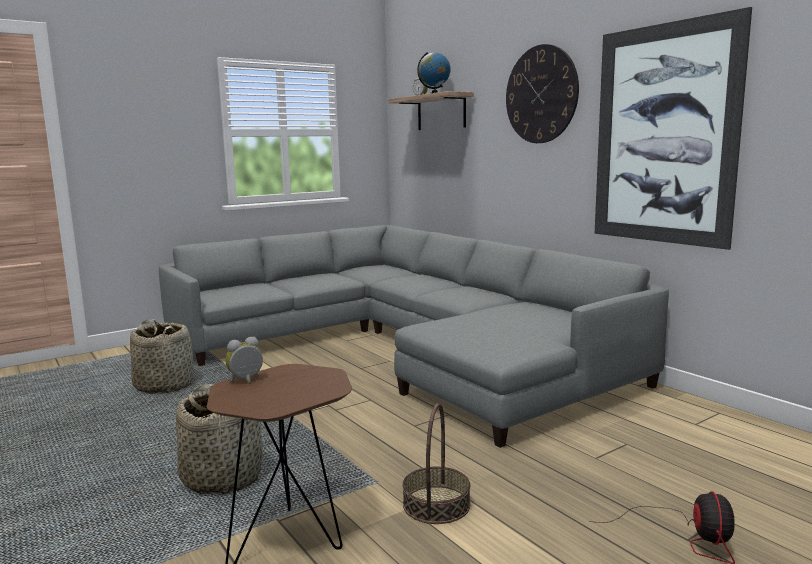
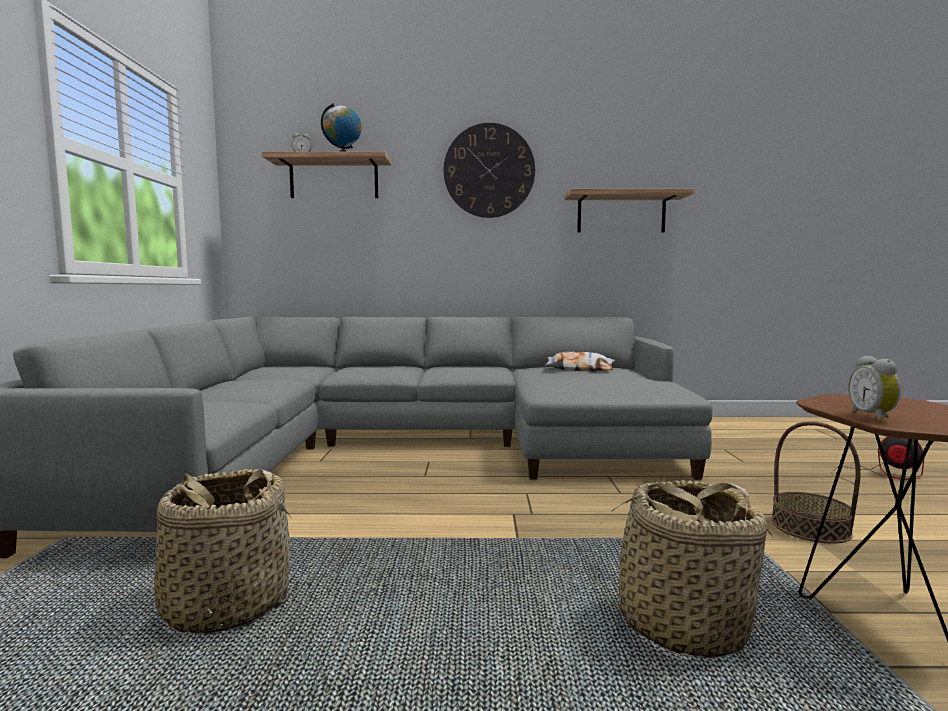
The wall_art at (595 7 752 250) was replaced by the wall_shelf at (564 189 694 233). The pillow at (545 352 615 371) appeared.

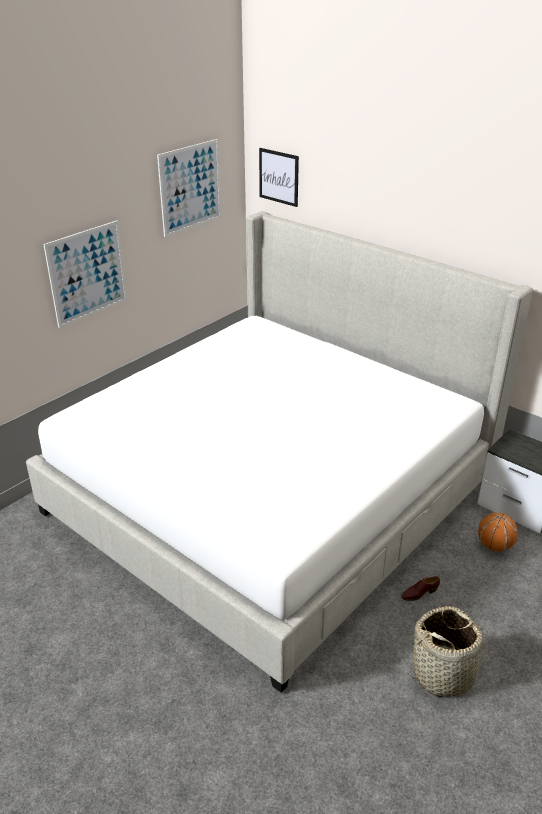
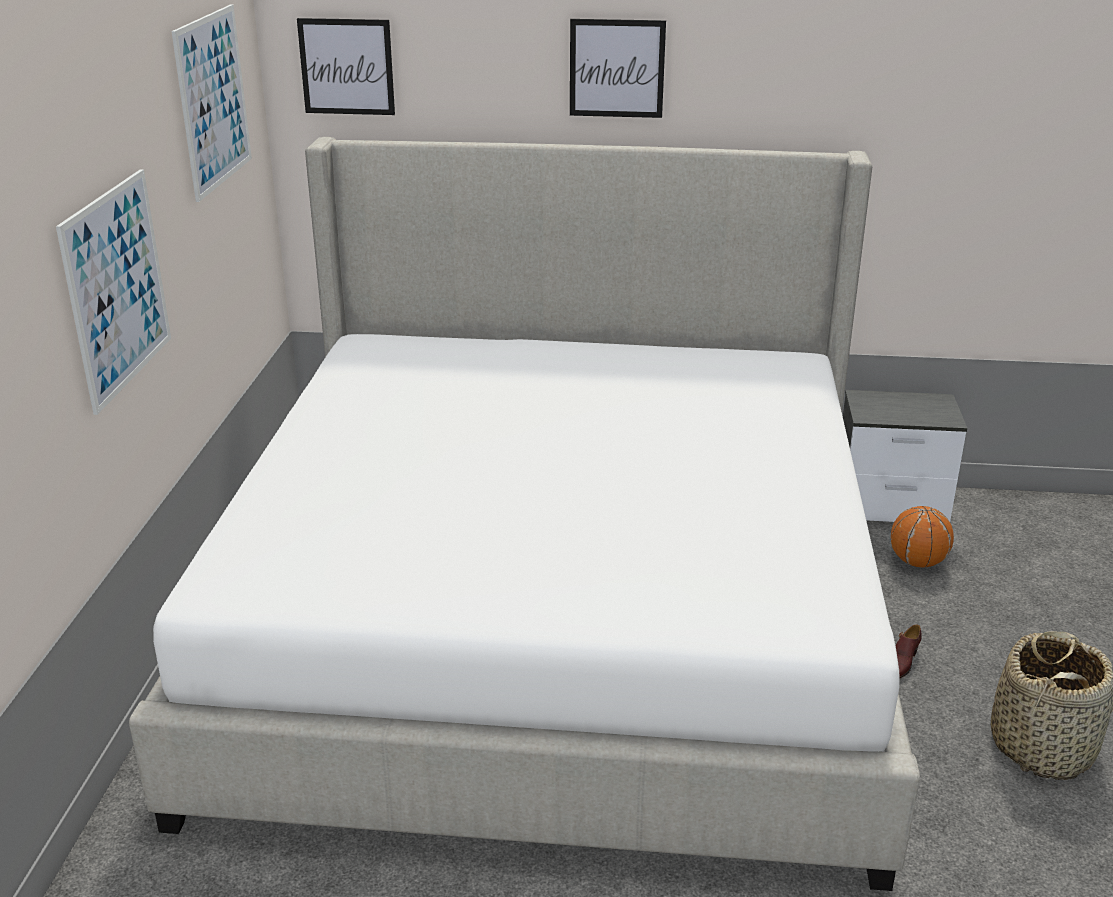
The wall_art at (570 19 666 118) appeared.

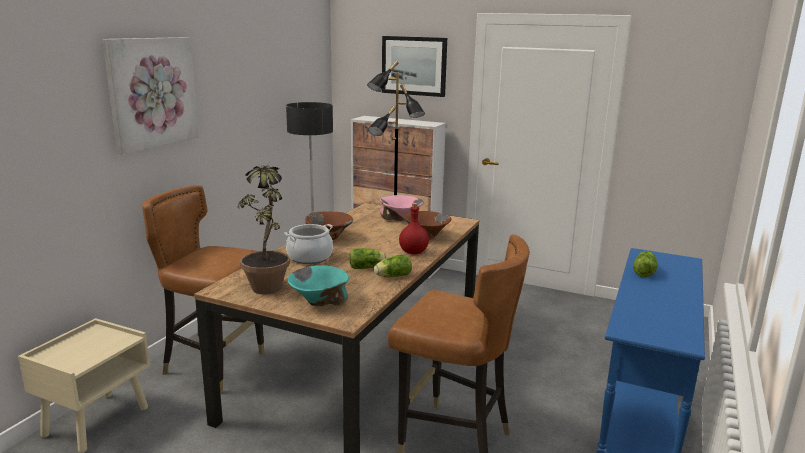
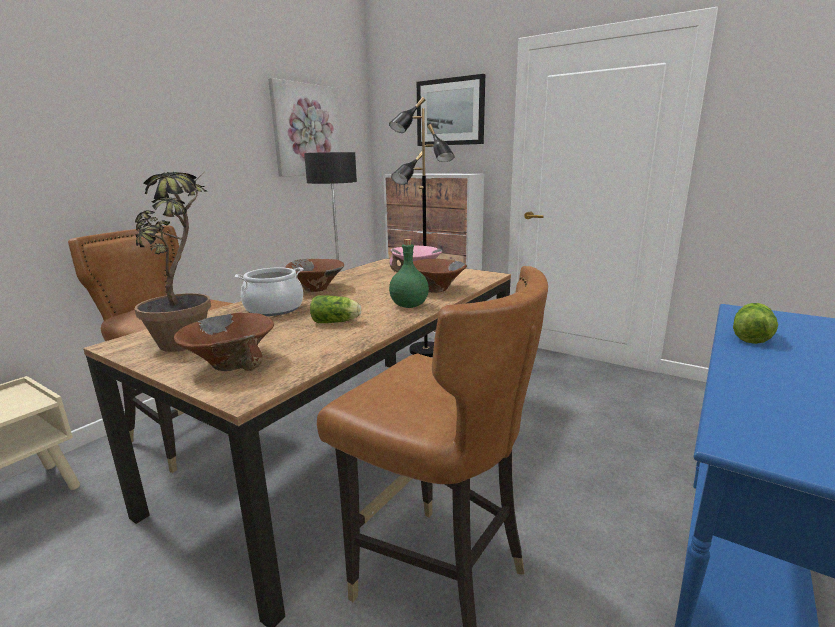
The wall_art moved from (103 37 199 154) to (268 78 341 177). The red-coloured_beverage_bottle at (399 203 429 255) became the green_beverage_bottle at (389 239 429 308). The lettuce at (374 255 412 277) disappeared. The turquoise_deep_dish at (288 265 349 306) became the brownish_deep_dish at (174 313 274 371).

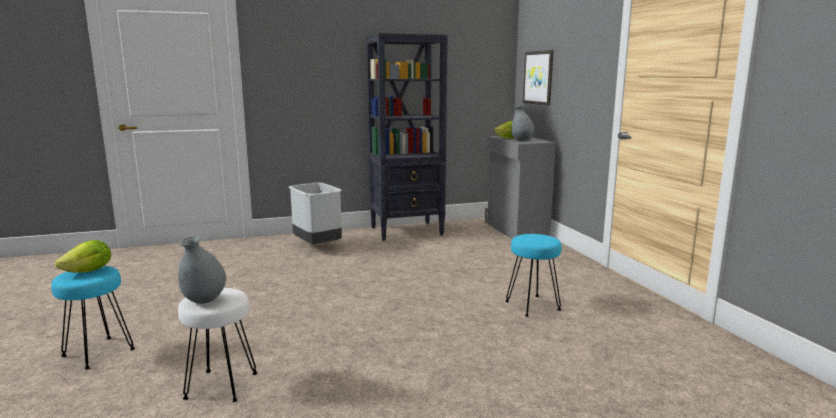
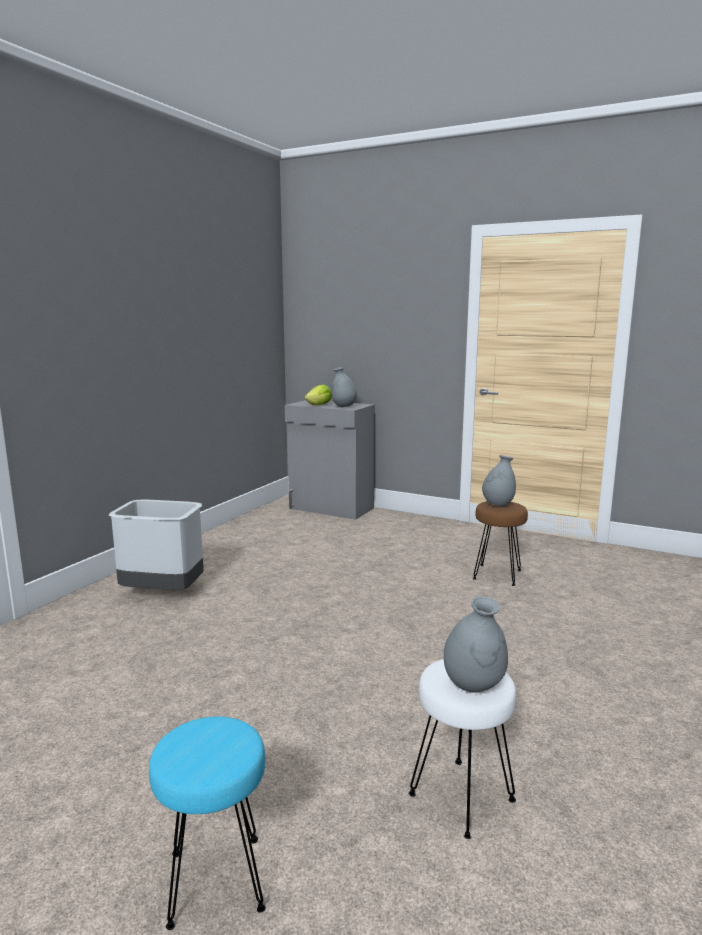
The black-coloured_bookcase at (366 33 448 241) disappeared. The wall_art at (523 50 554 106) disappeared. The turquoise_sitting_stool at (506 234 562 317) became the brownish_sitting_stool at (472 501 528 586). The lettuce at (55 240 111 273) disappeared. The gray_flower_vase at (482 455 516 506) appeared.

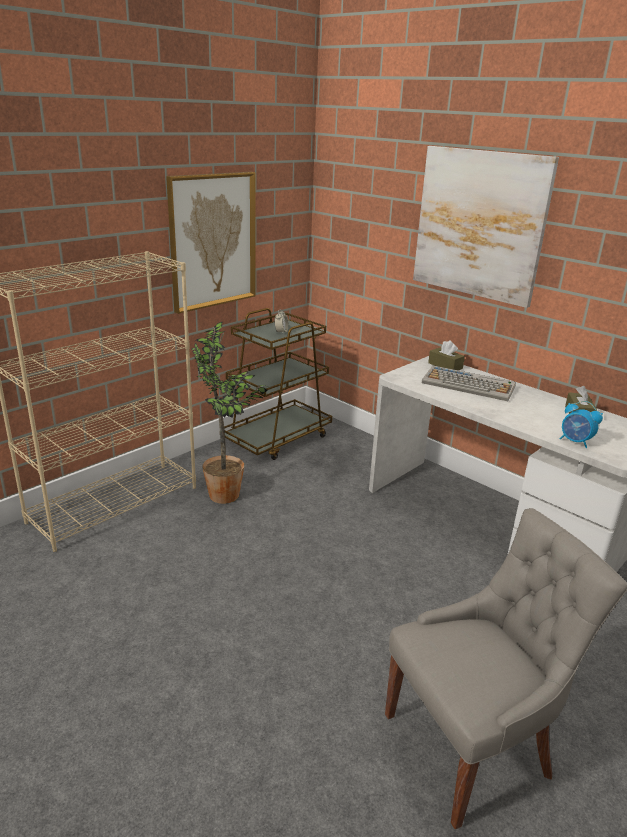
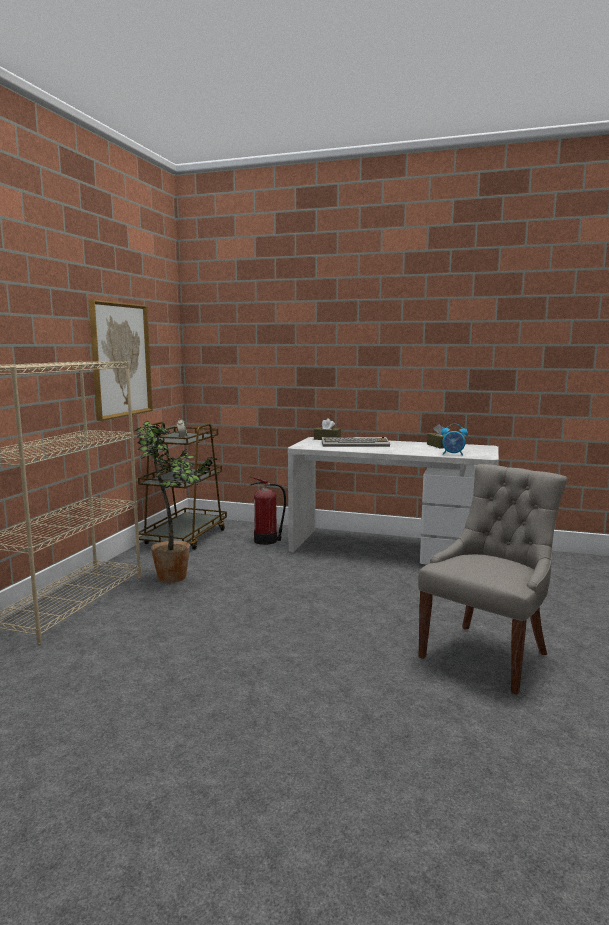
The wall_art at (413 146 559 308) disappeared. The fire-fighting_cylinder at (250 477 286 545) appeared.

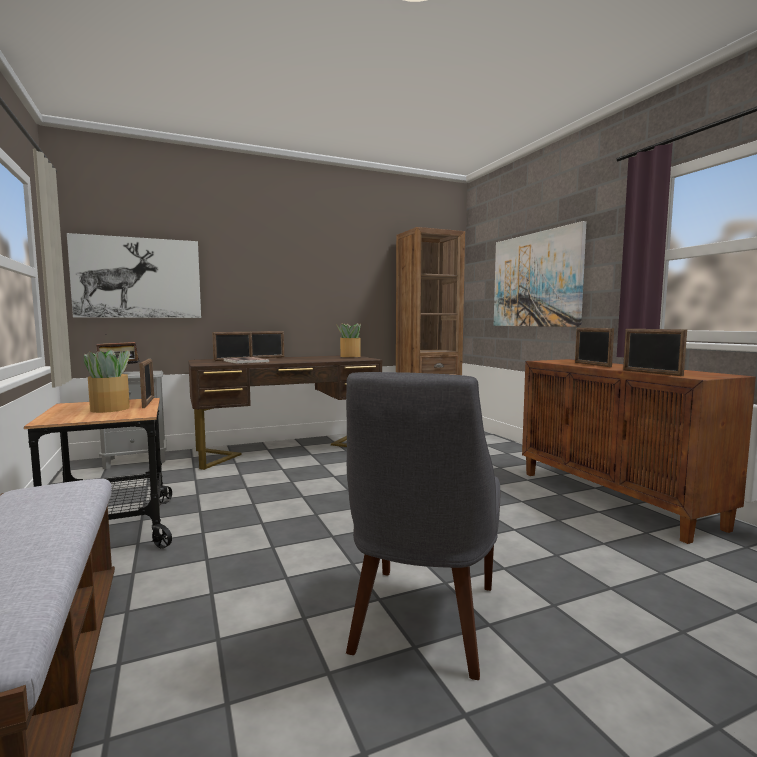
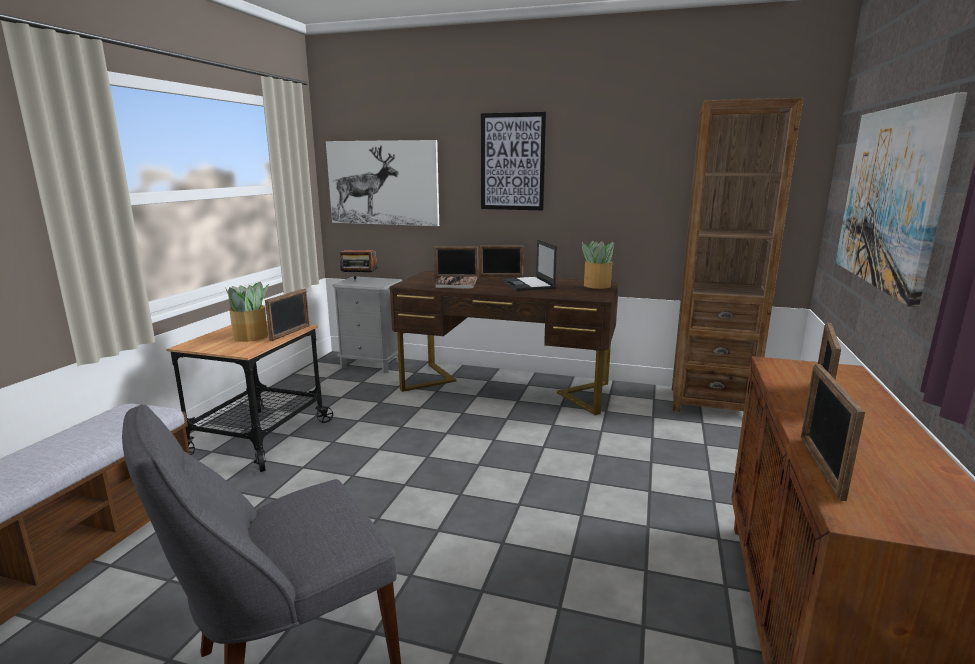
The wall_art at (481 112 546 210) appeared. The laptop at (501 239 557 291) appeared.

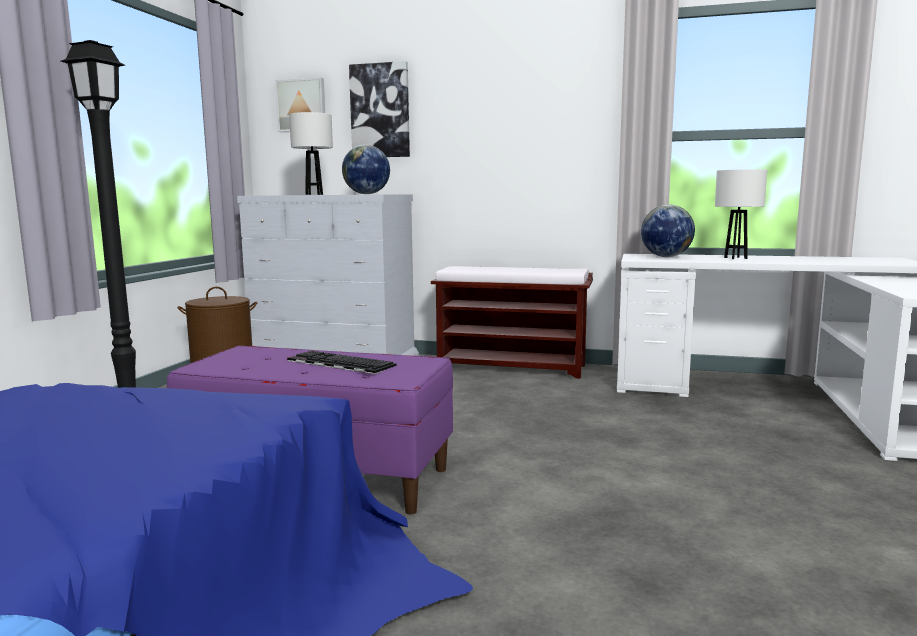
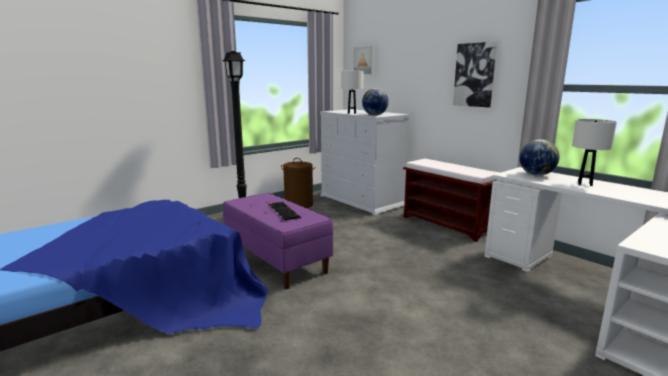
The wall_art moved from (349 61 410 157) to (453 42 497 107).

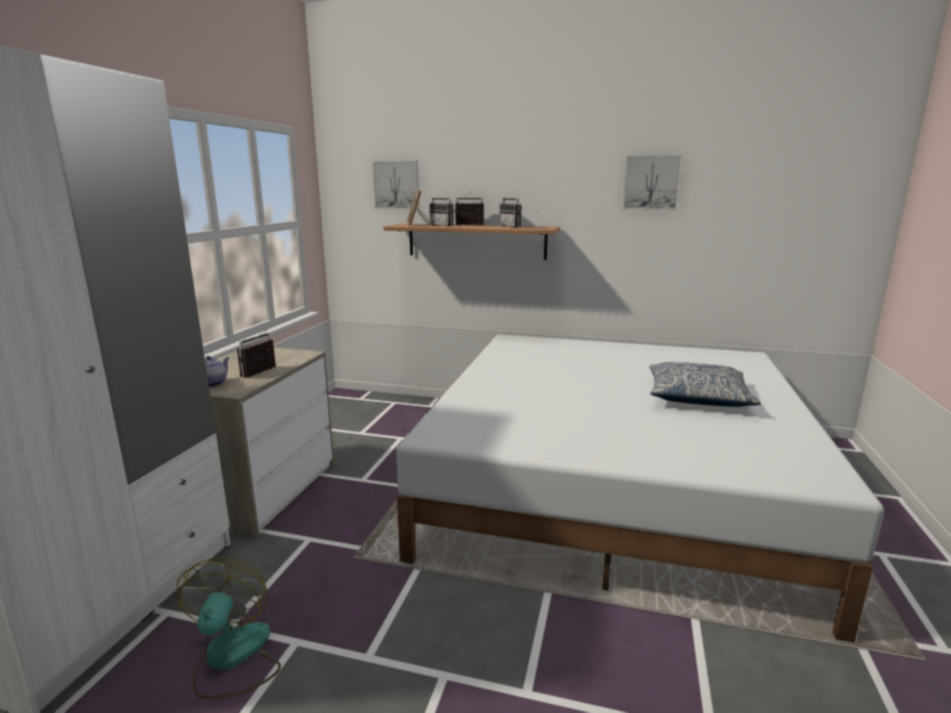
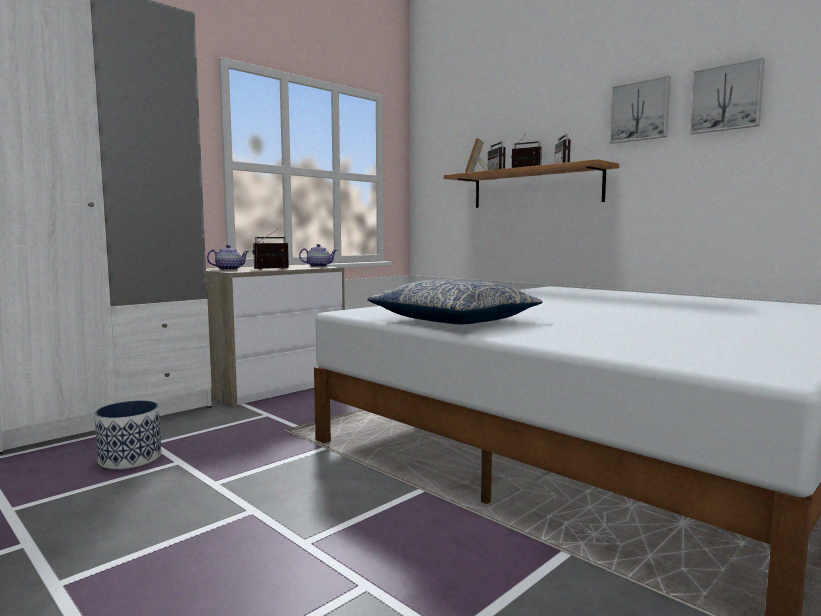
The wall_art moved from (372 161 419 209) to (609 76 671 144). The pillow moved from (649 362 761 407) to (367 279 543 324). The cooling_fan at (177 558 281 699) was replaced by the plant_pot at (94 400 161 469). The pot_for_tea at (299 244 337 267) appeared.

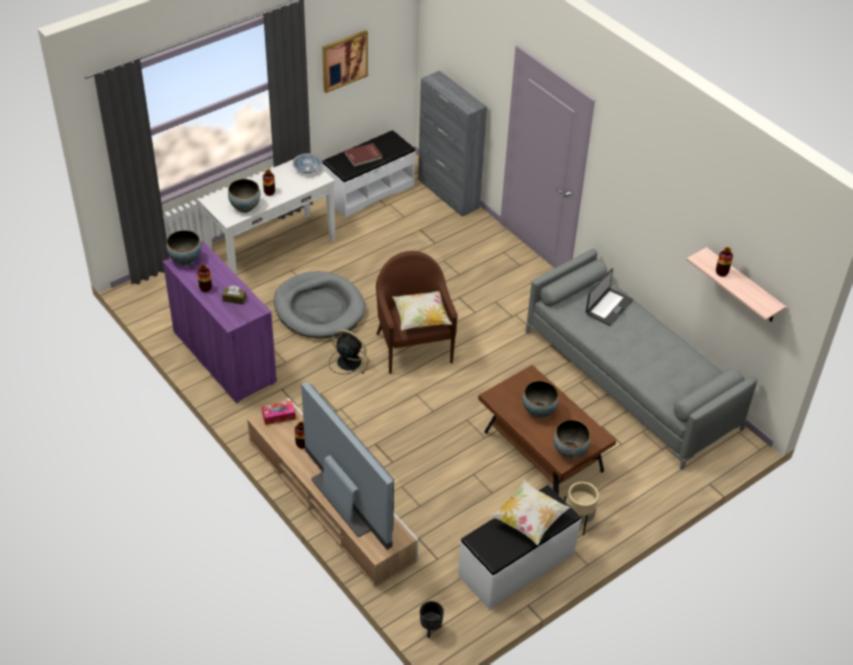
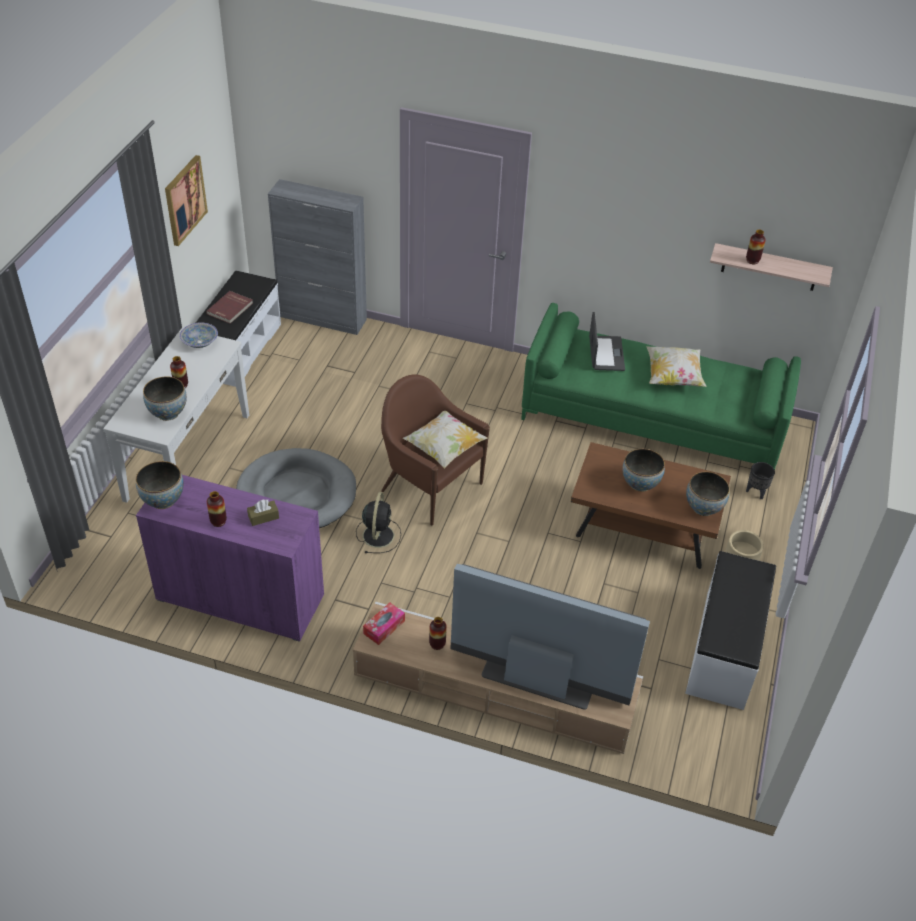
The gray_settee at (526 249 757 470) became the green_settee at (521 303 801 470). The black-coloured_cooling_fan at (329 329 368 374) turned 105 degrees clockwise. The pillow moved from (490 479 570 545) to (646 346 707 387). The black-coloured_plant_pot moved from (420 601 444 638) to (746 462 775 499).

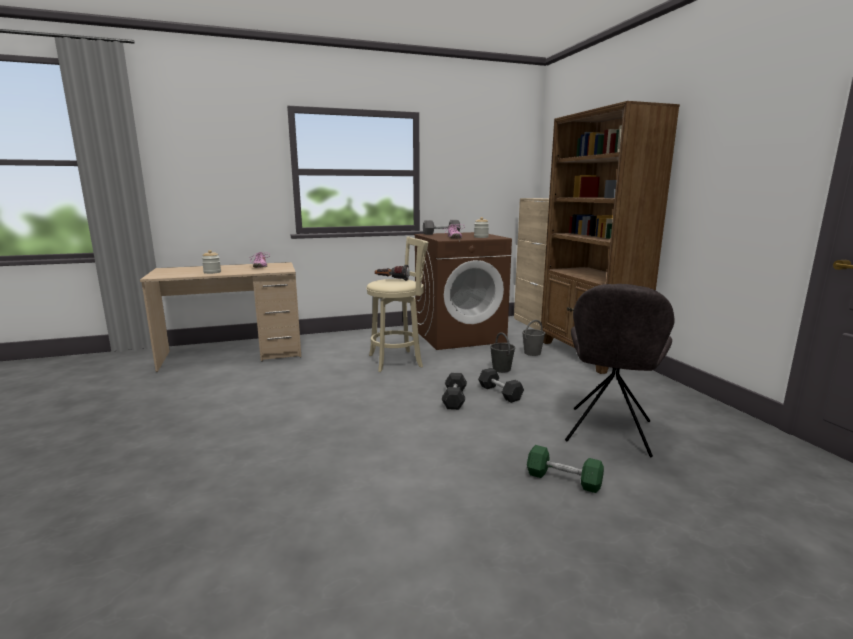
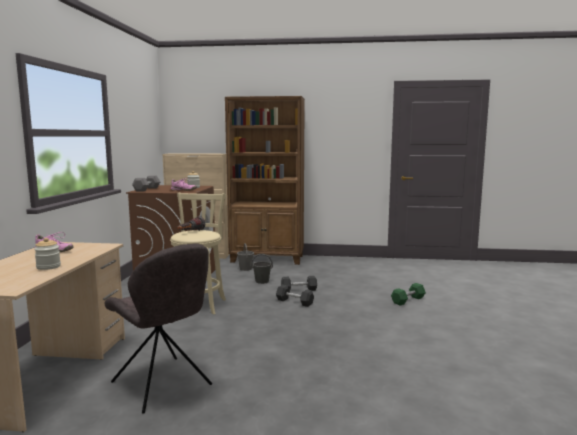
The gray_plain_chair moved from (565 284 675 457) to (105 244 212 414).

